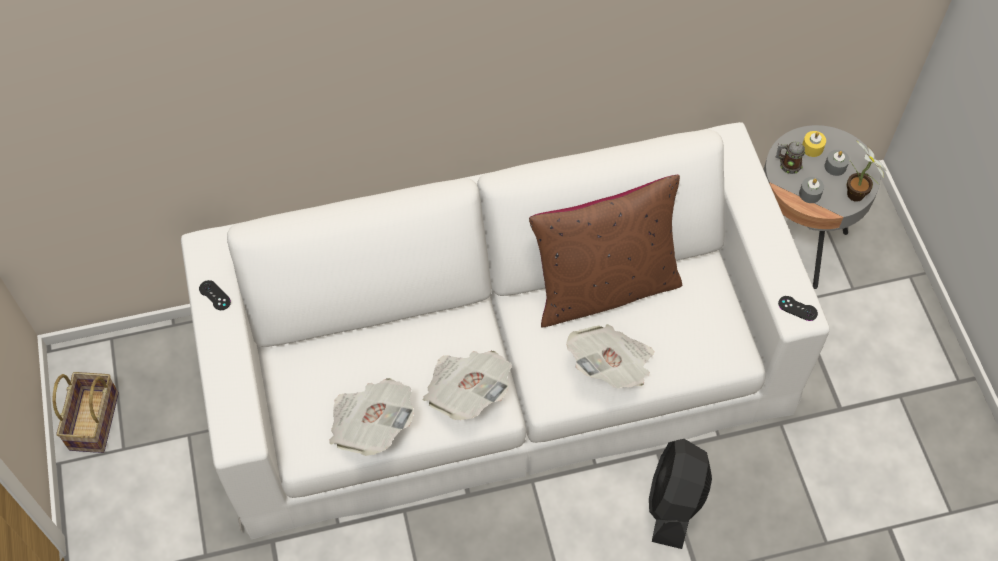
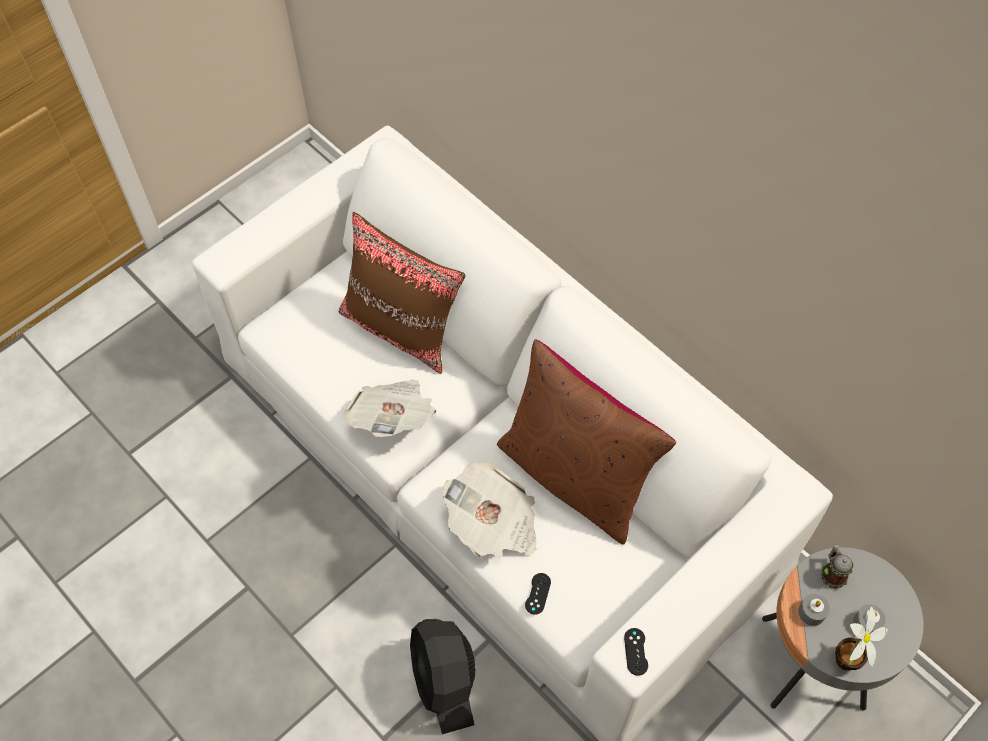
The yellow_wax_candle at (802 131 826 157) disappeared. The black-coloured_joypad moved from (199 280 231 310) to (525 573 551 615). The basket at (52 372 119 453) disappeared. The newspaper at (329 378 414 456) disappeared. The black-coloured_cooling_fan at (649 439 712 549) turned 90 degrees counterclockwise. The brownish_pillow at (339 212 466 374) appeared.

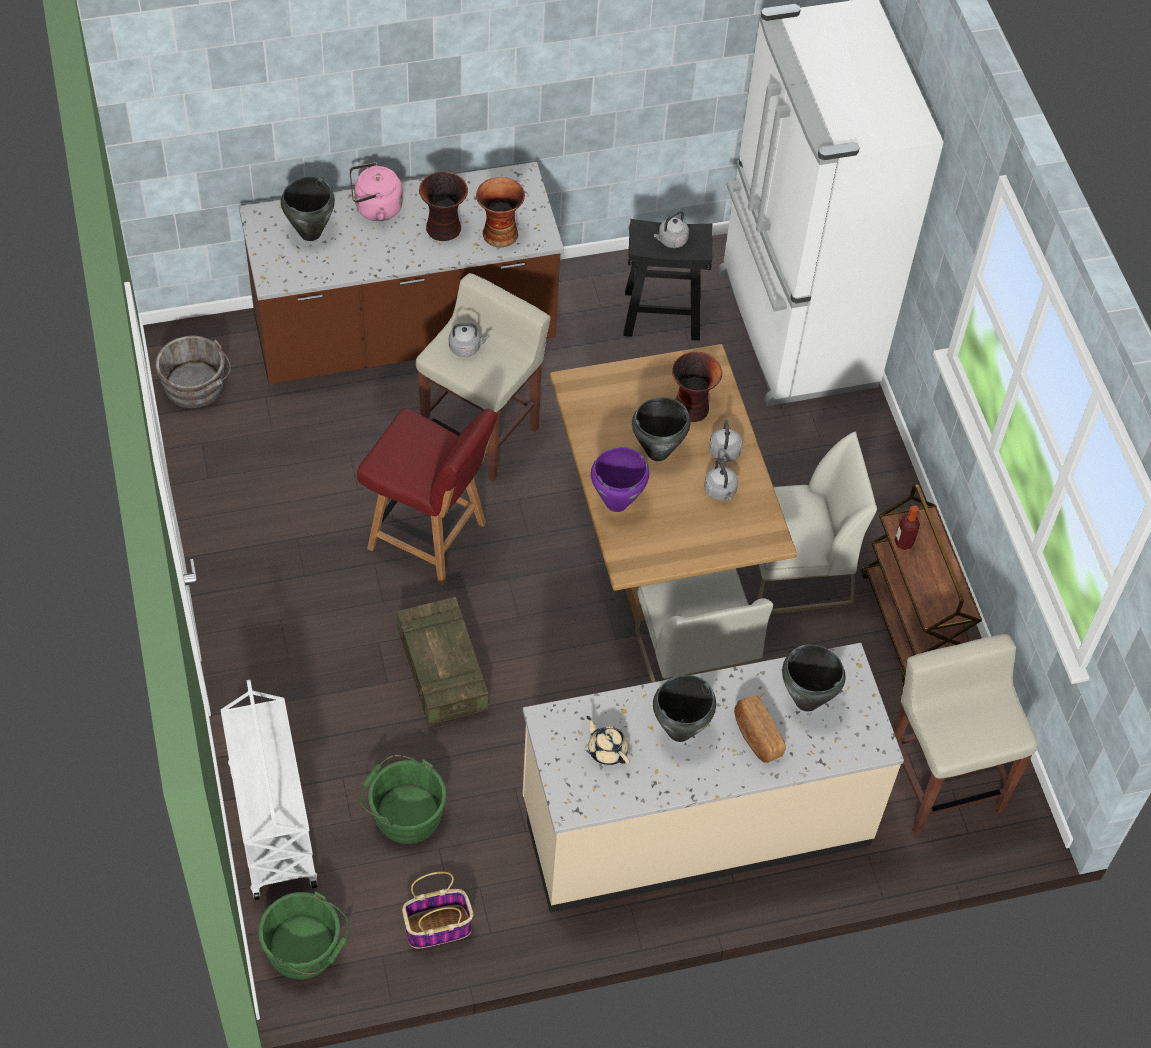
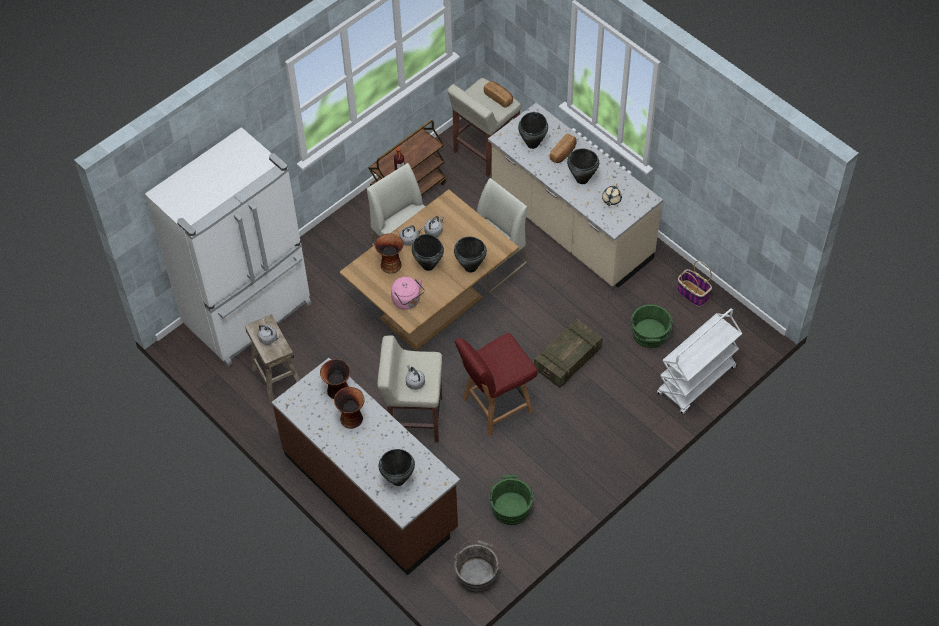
The pinkish_kettle moved from (349 162 403 221) to (391 277 425 310). The black-coloured_sitting_stool at (623 219 712 341) became the sand-coloured_sitting_stool at (245 314 300 403). The red-coloured_plain_chair at (357 408 498 585) turned 120 degrees counterclockwise. The purple-coloured_stockpot at (591 447 649 512) became the black-coloured_stockpot at (454 237 487 273). The green_bucket moved from (258 892 349 979) to (489 475 534 525). The baked_bread at (484 81 513 108) appeared.

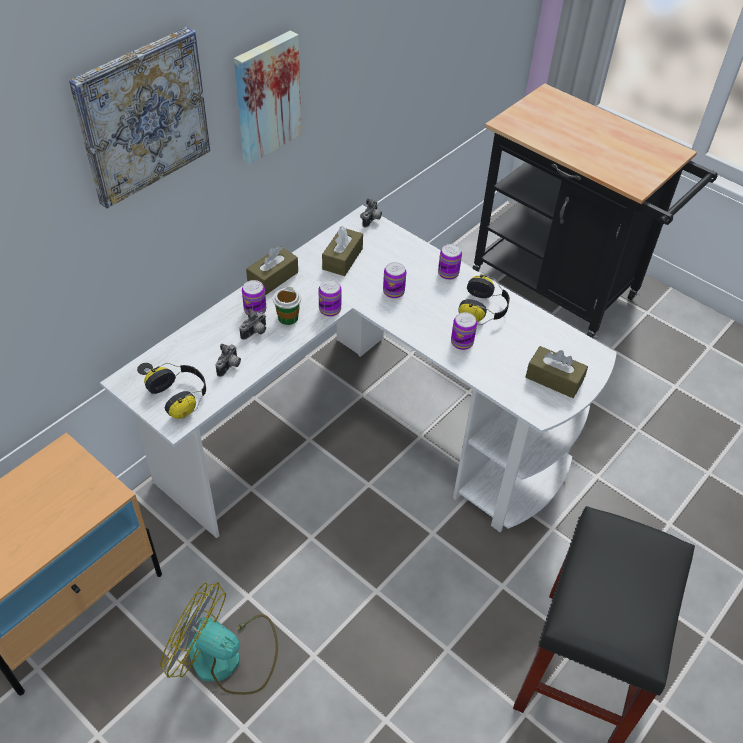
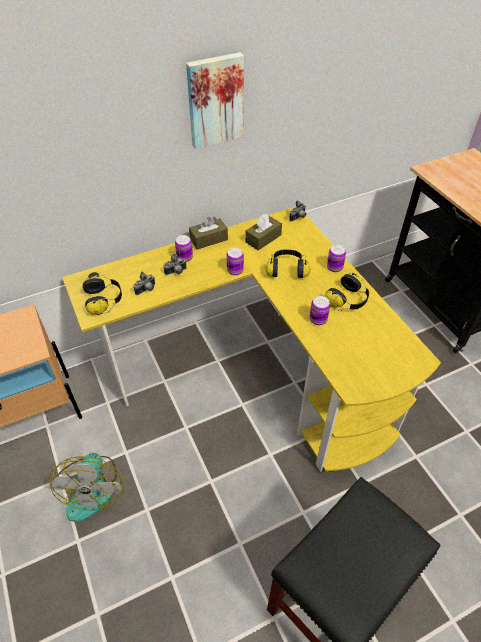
The wall_art at (69 27 210 209) disappeared. The white_desk_table at (100 205 617 538) became the yellow_desk_table at (62 207 441 472). The metal_can at (383 262 406 299) was replaced by the headset at (266 249 310 278). The cup at (273 287 301 325) disappeared. The brownish_box_of_tissues at (526 346 588 398) disappeared. The cooling_fan at (160 582 278 695) turned 135 degrees counterclockwise.

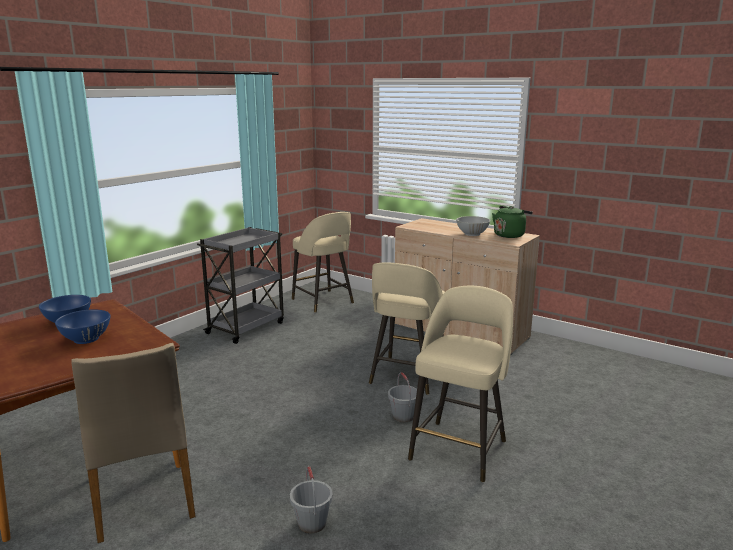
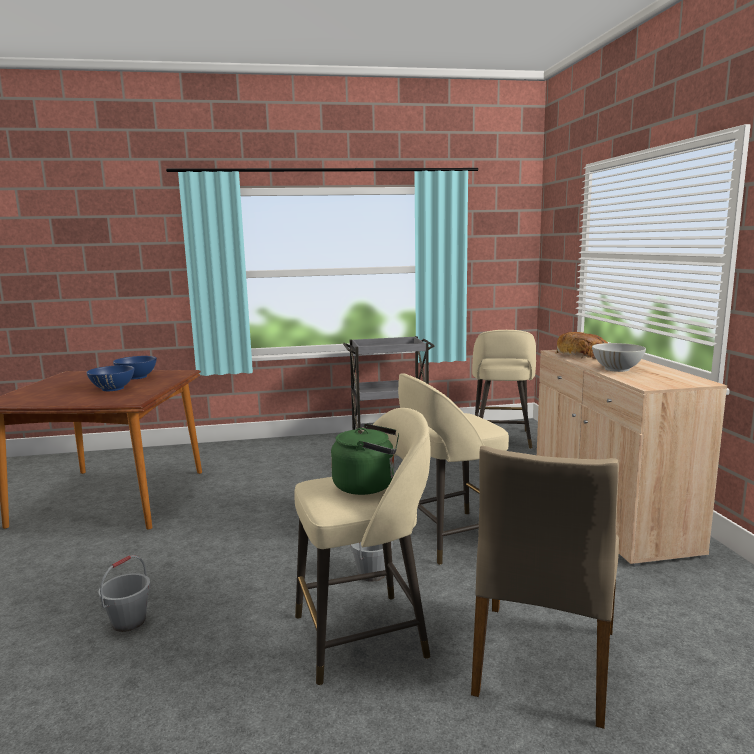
The green_kettle moved from (492 206 533 238) to (331 423 399 495). The sand-coloured_plain_chair moved from (71 343 195 543) to (471 446 619 729). The baked_bread at (556 332 608 359) appeared.

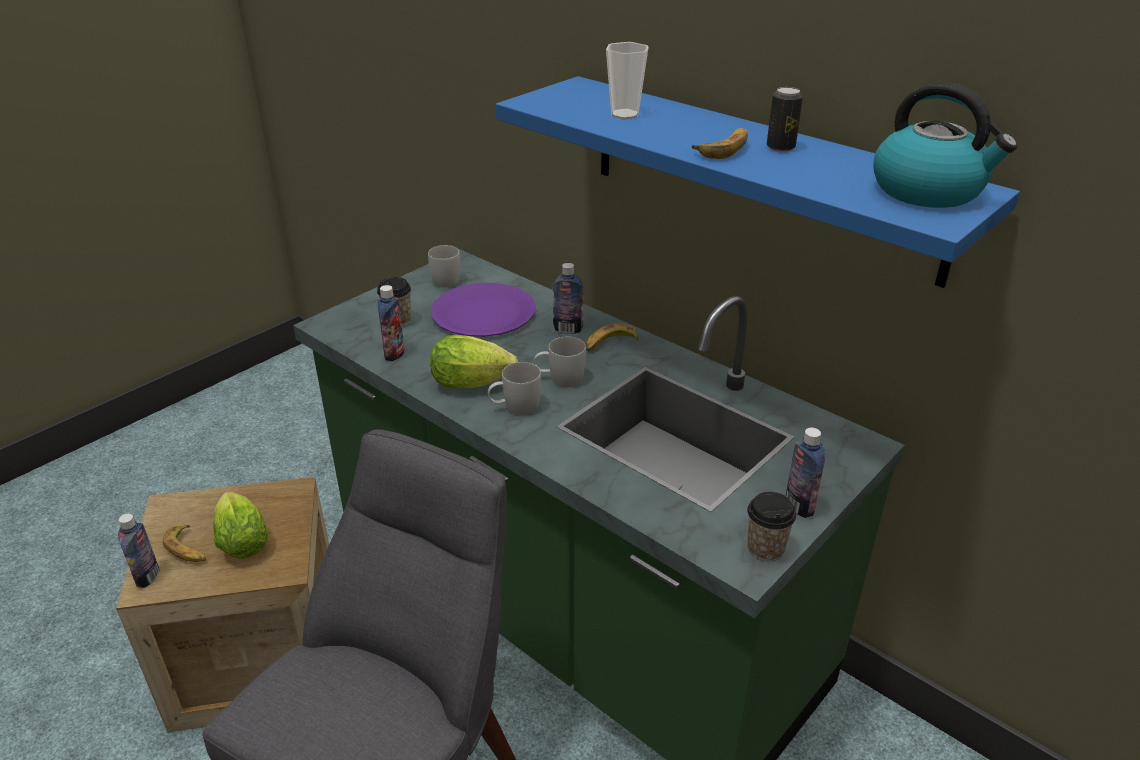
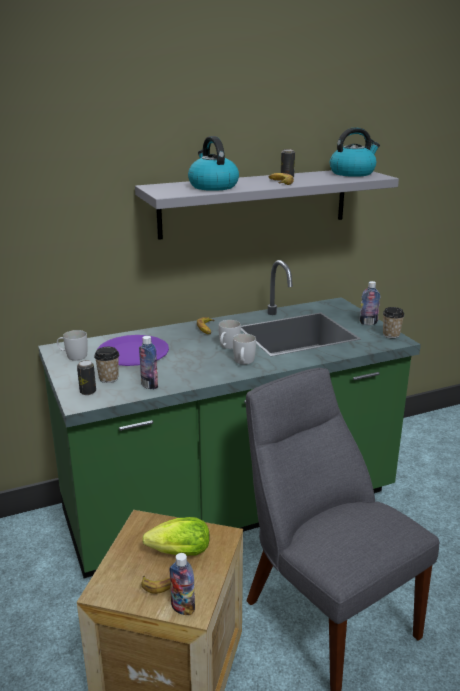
The cup at (606 42 649 119) was replaced by the kettle at (188 136 239 191). The bluish_wall_shelf at (495 76 1020 288) became the gray_wall_shelf at (135 170 399 240). The beverage_bottle at (553 263 584 334) disappeared. The lettuce at (430 335 518 388) disappeared. The metal_can at (77 360 96 395) appeared.

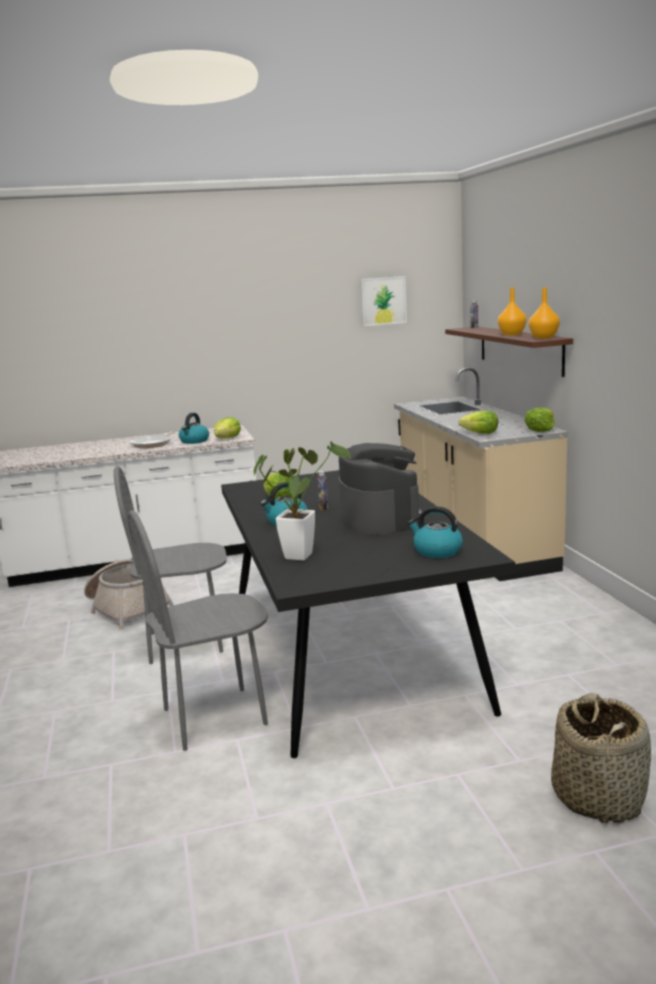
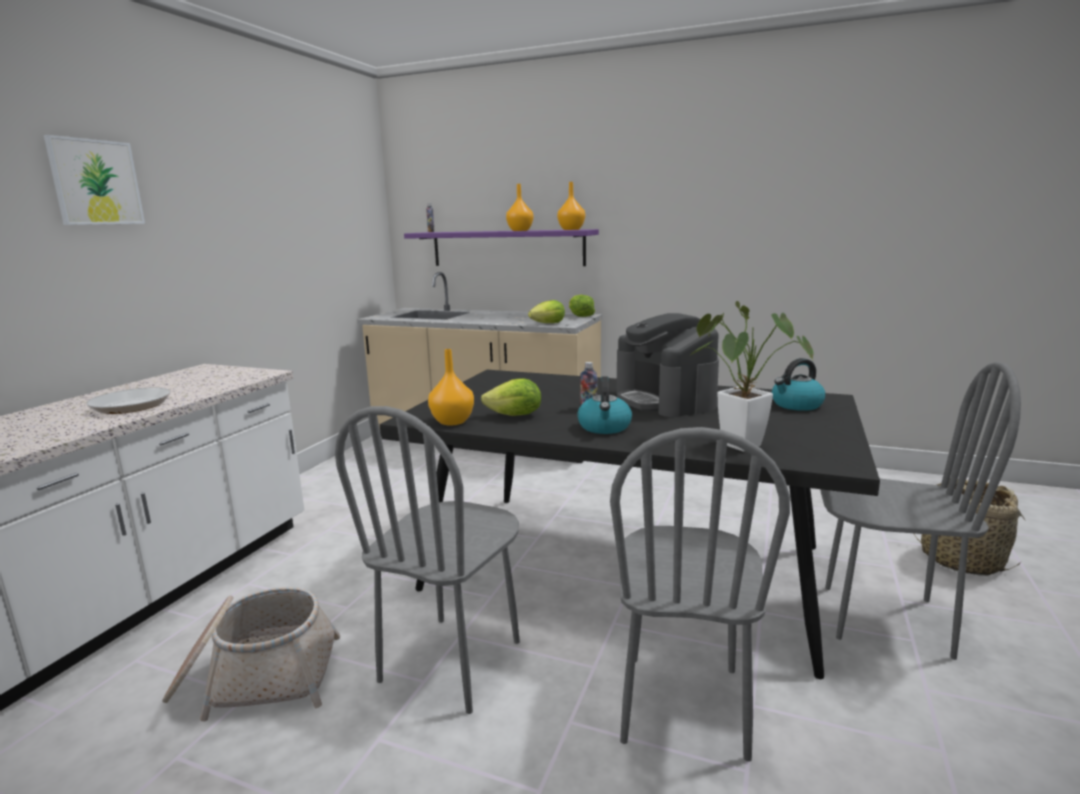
The wall_art moved from (360 276 407 326) to (44 135 145 225). The brownish_wall_shelf at (445 327 573 377) became the purple-coloured_wall_shelf at (404 229 599 266). The kettle at (179 413 209 444) disappeared. The lettuce at (214 417 241 439) disappeared. The coffee_machine at (339 443 422 535) turned 135 degrees counterclockwise. The orange_flower_vase at (428 349 474 425) appeared. The gray_plain_chair at (820 362 1021 660) appeared.

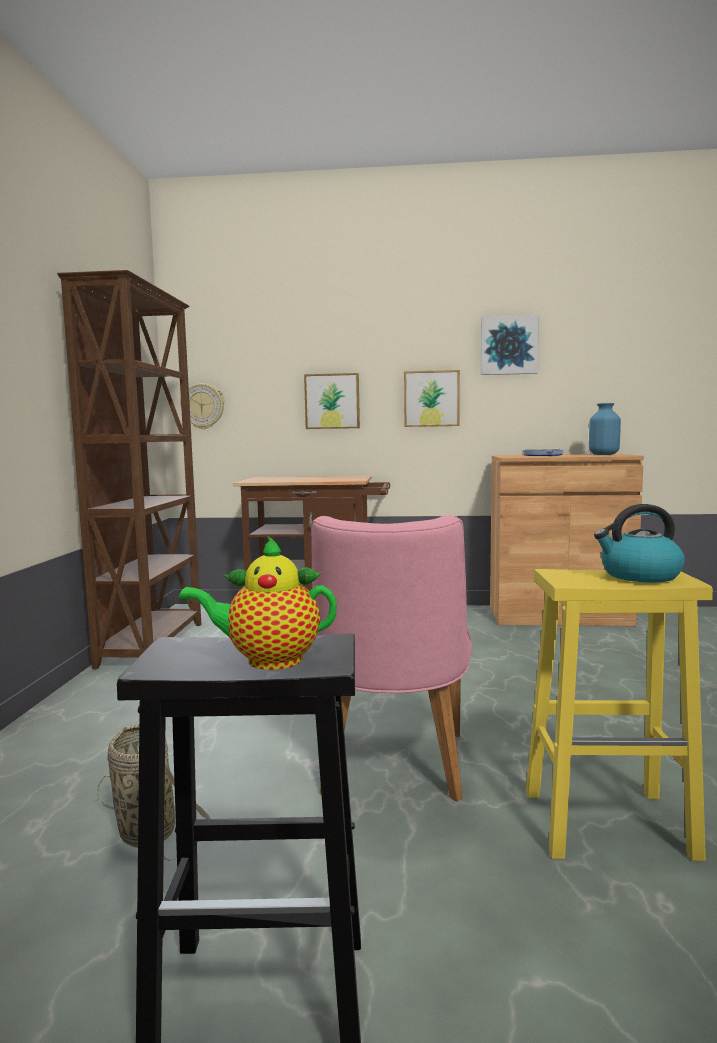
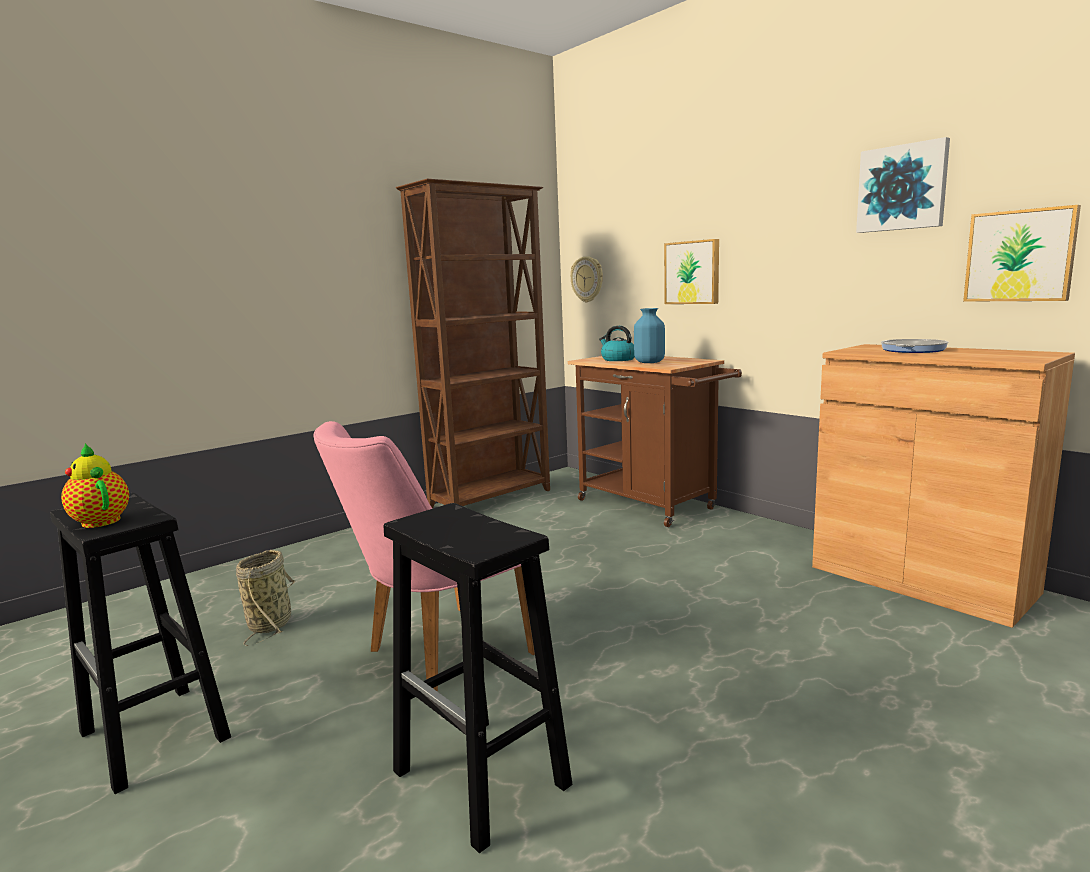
The wall_art moved from (404 370 460 427) to (963 205 1081 302). The bluish_flower_vase moved from (589 403 621 455) to (634 308 665 363). The kettle moved from (594 504 685 582) to (599 326 635 361). The yellow_sitting_stool at (526 569 713 861) became the black-coloured_sitting_stool at (383 503 572 853).

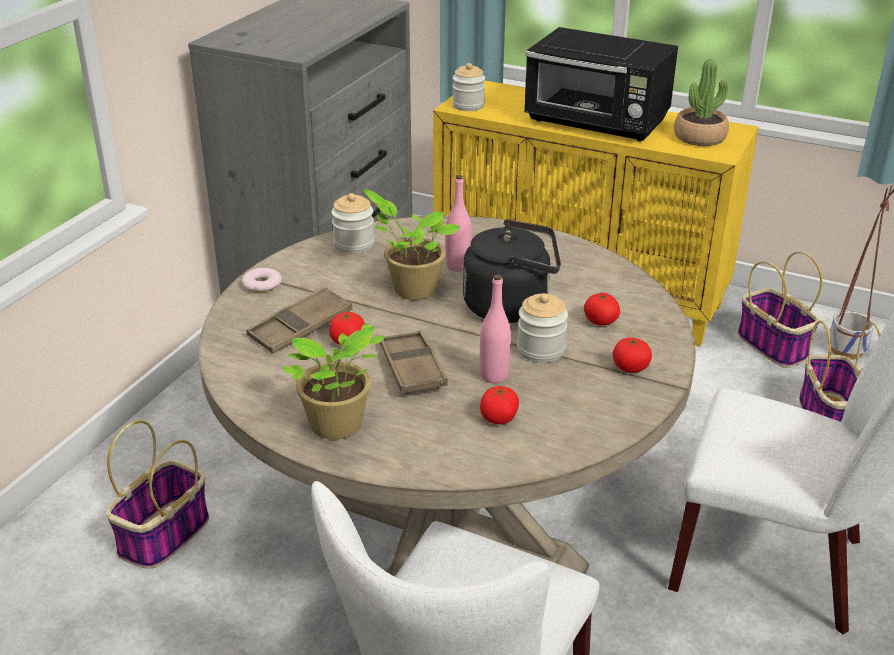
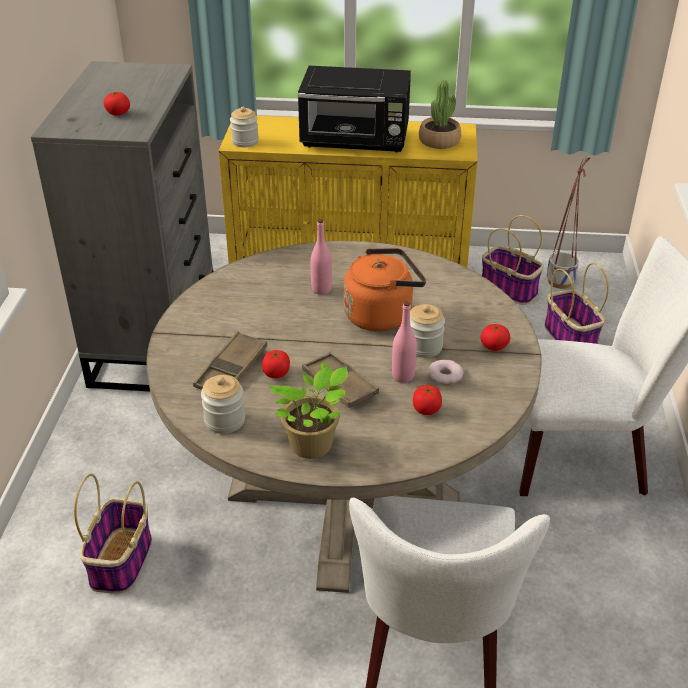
The potted_plant at (364 189 460 300) disappeared. The storage_jar moved from (331 193 374 253) to (201 375 245 434). The black-coloured_kettle at (463 219 561 323) became the orange_kettle at (344 248 426 332). The donut moved from (241 268 282 292) to (427 360 464 385). The tomato moved from (584 293 620 326) to (104 91 130 116).

